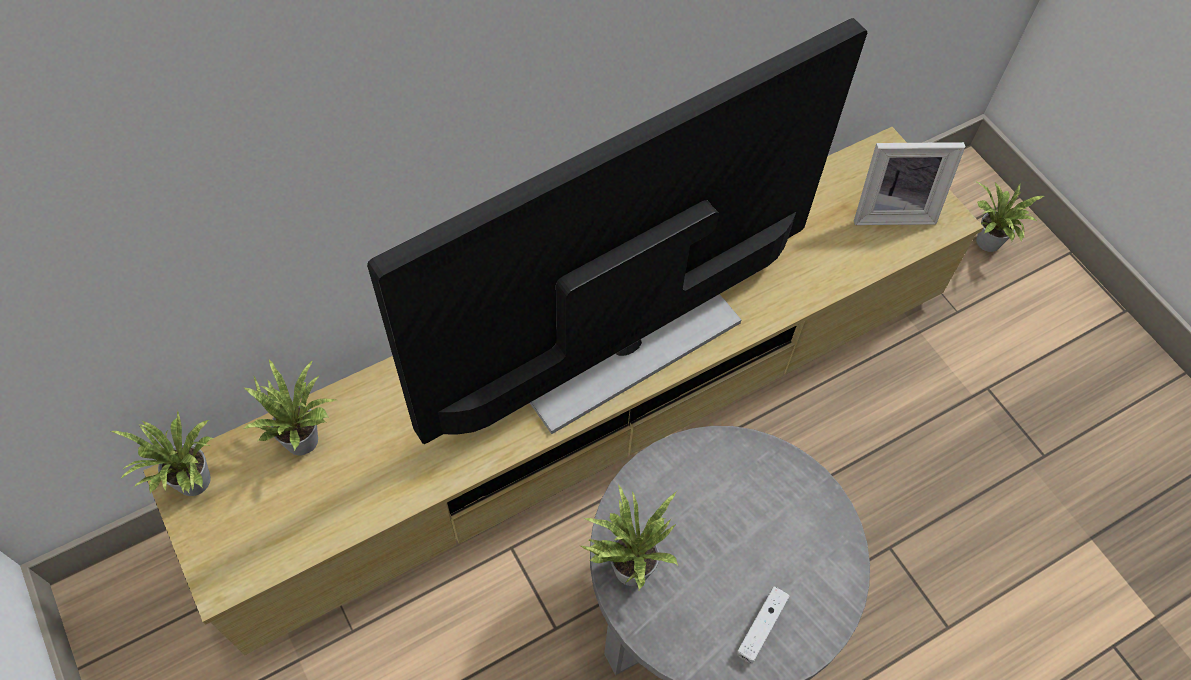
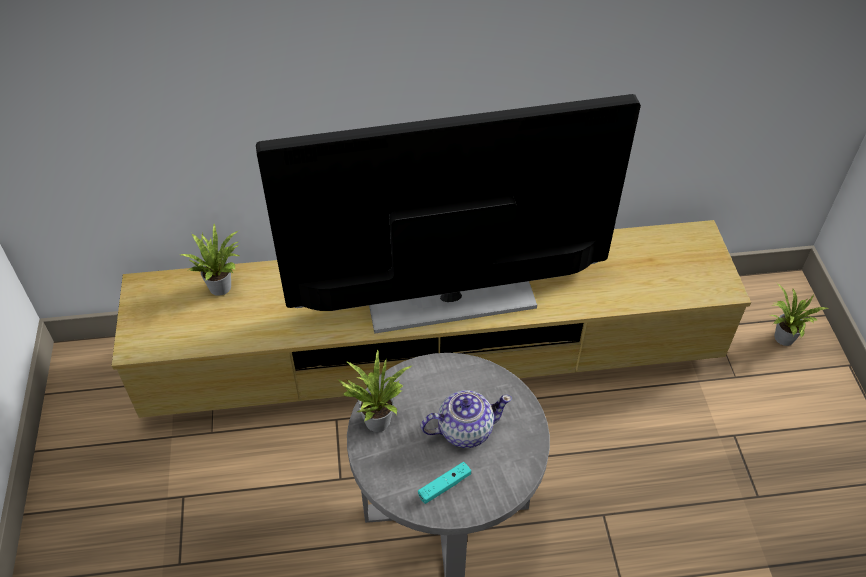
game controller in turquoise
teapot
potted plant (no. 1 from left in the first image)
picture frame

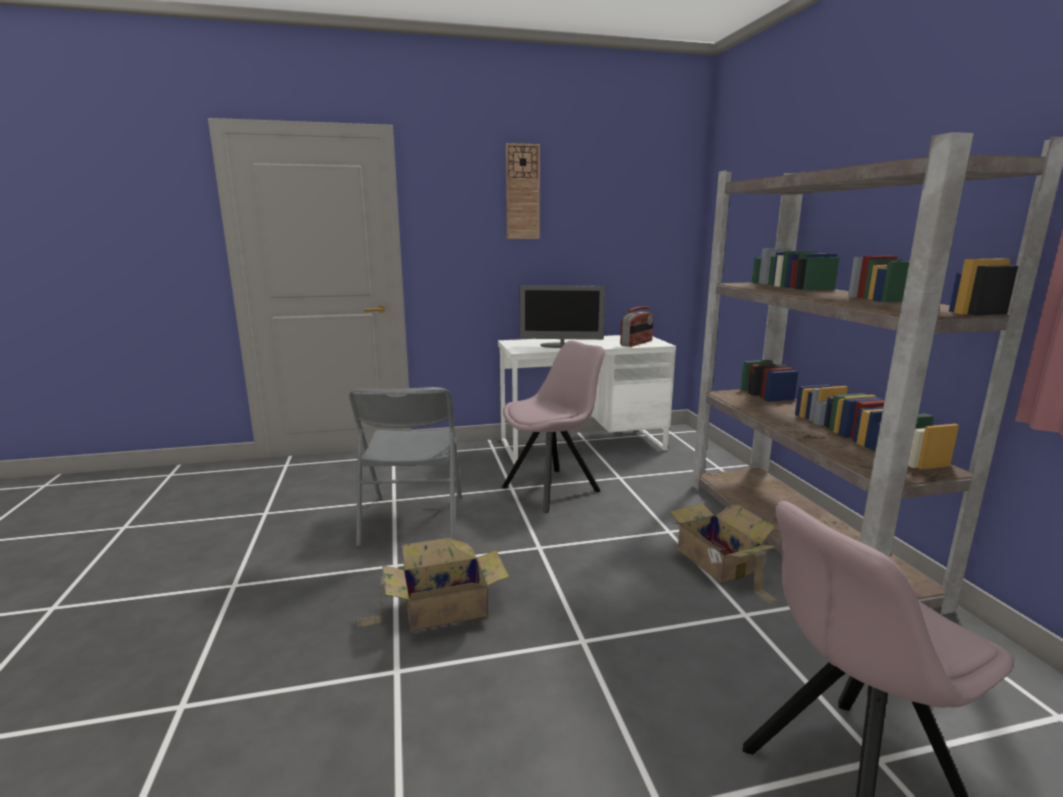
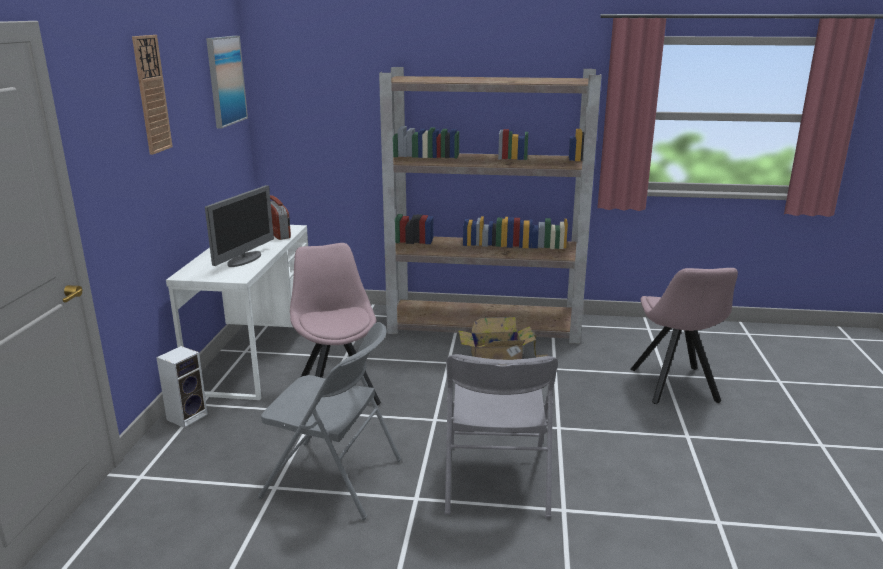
speaker
picture
chair in grey (no. 2 from left)

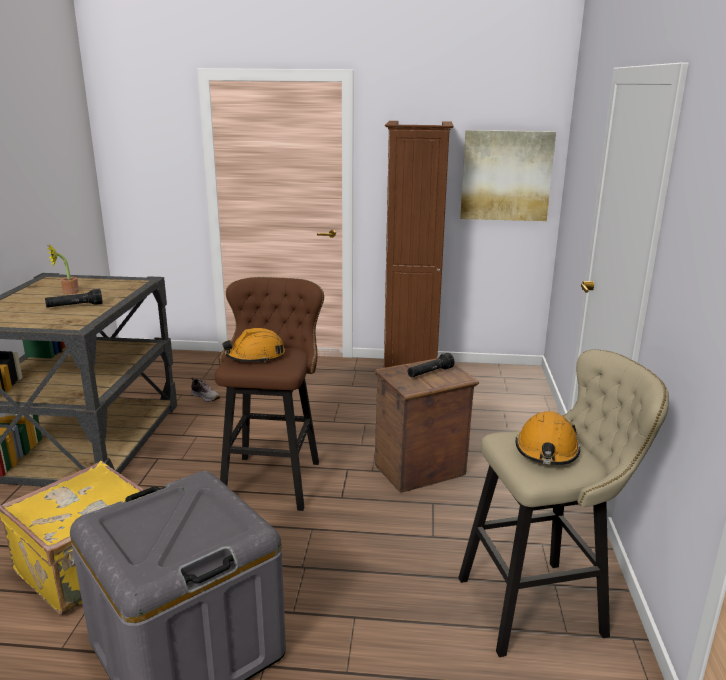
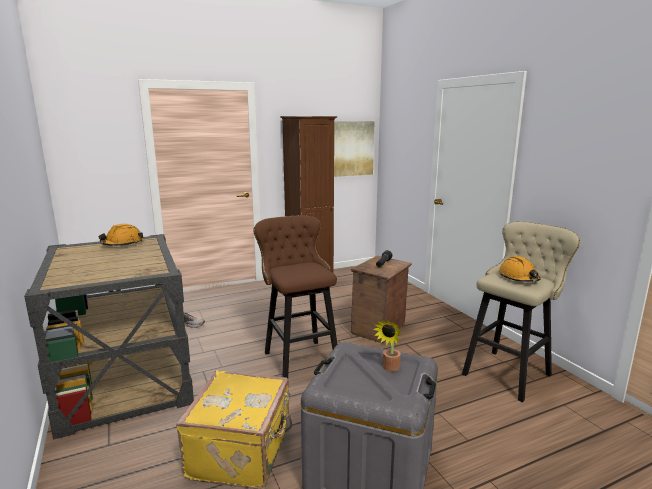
hard hat in orange (no. 1 from left)
potted plant
flashlight in black (no. 1 from left in the first image)

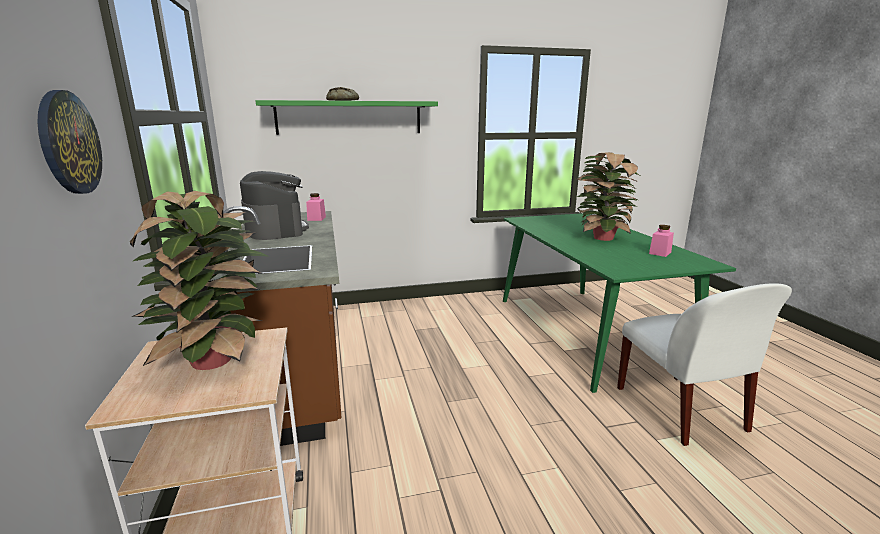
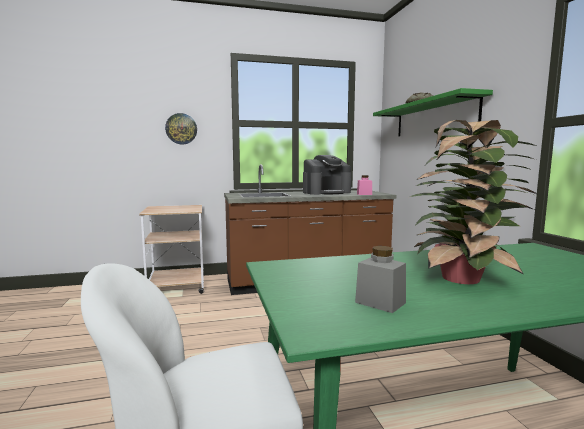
jar in grey
potted plant (no. 1 from left in the first image)

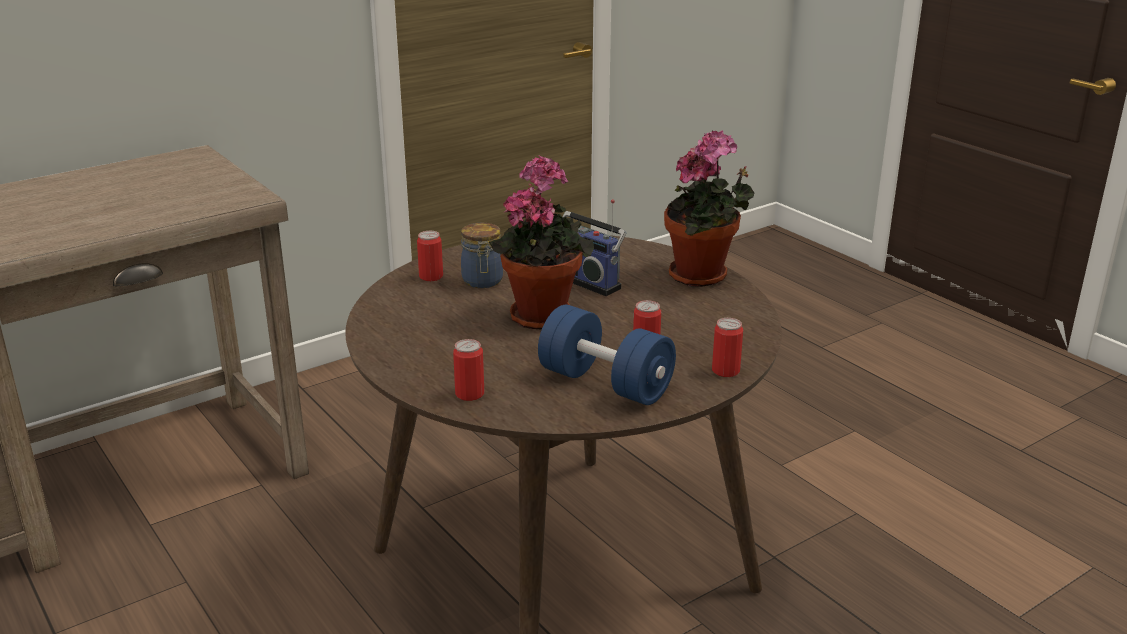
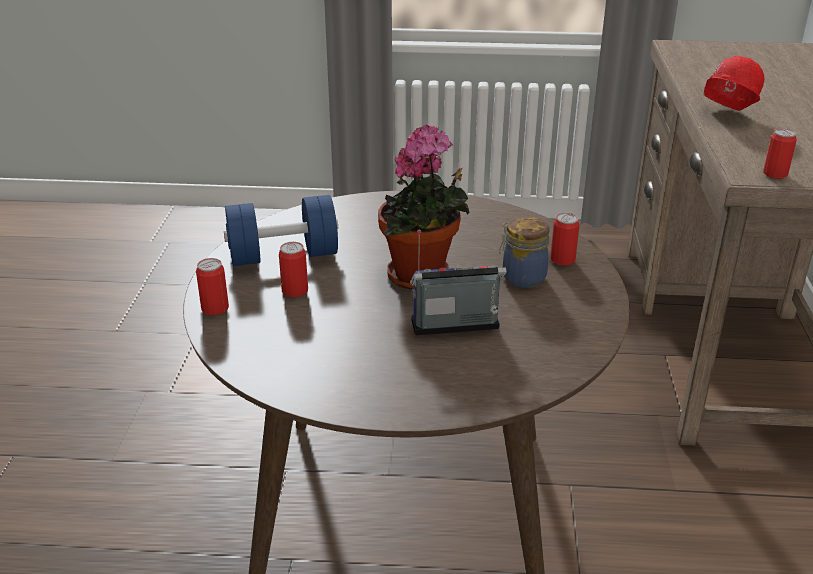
hard hat in red
can (no. 4 from left)
potted plant (no. 2 from left in the first image)

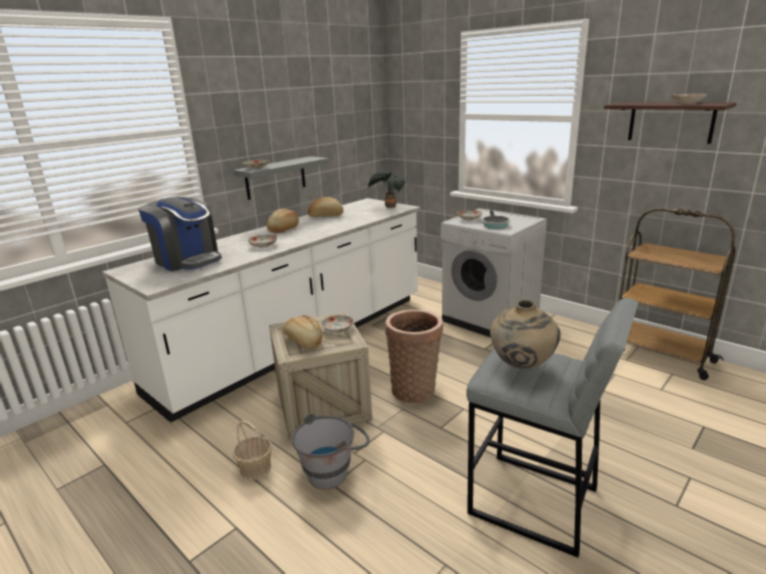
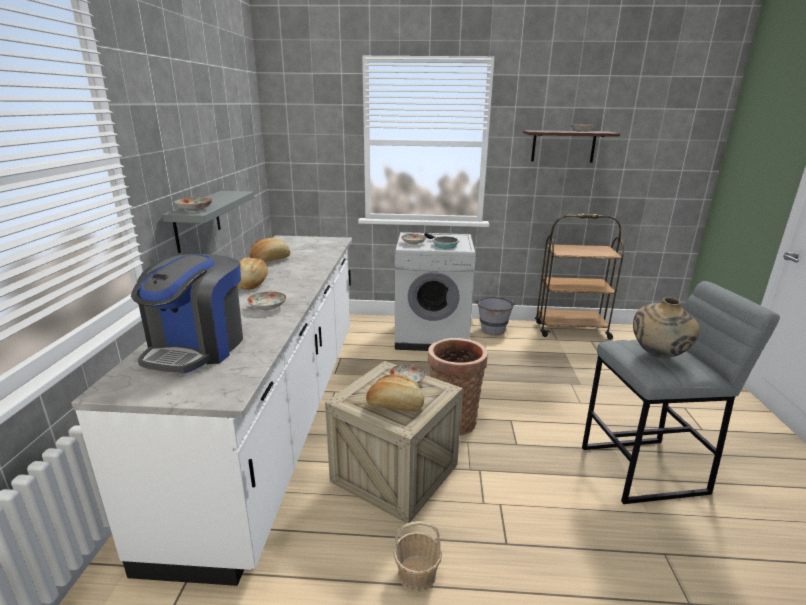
coffee machine
bucket in grey
potted plant

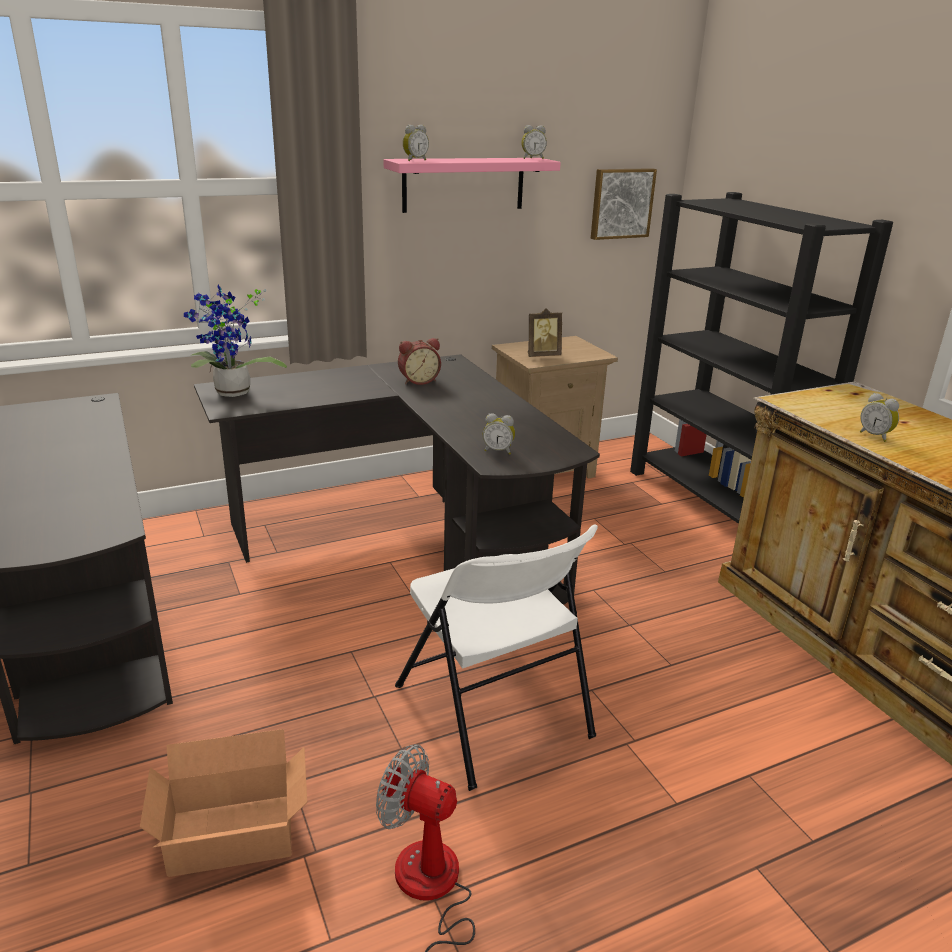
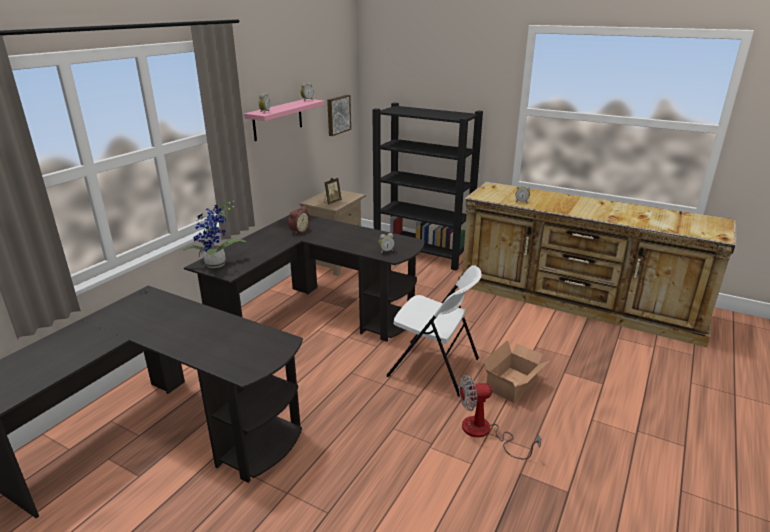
cardboard box

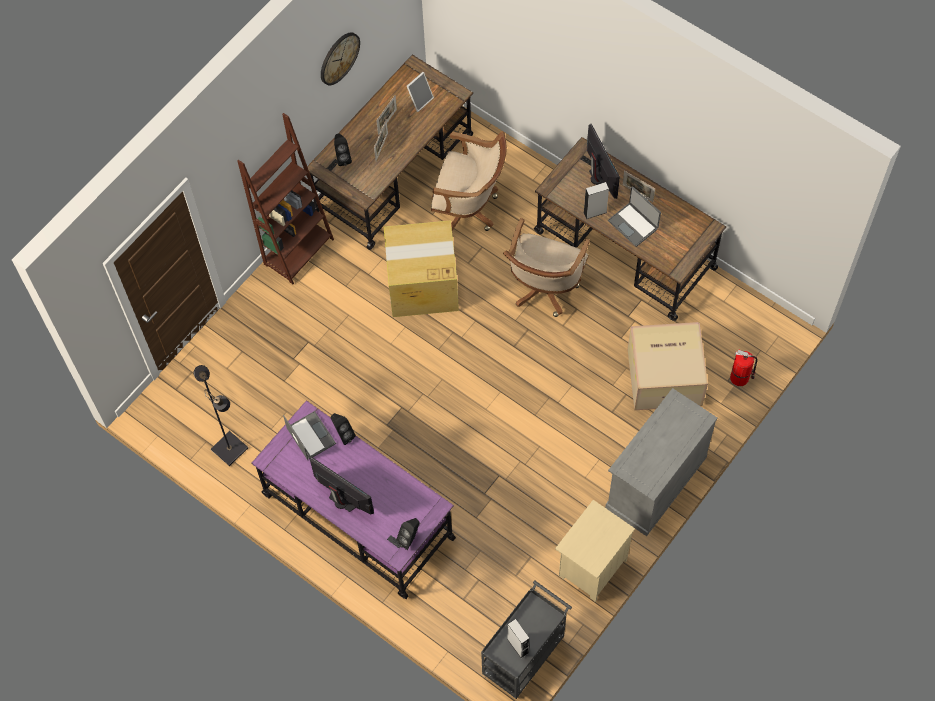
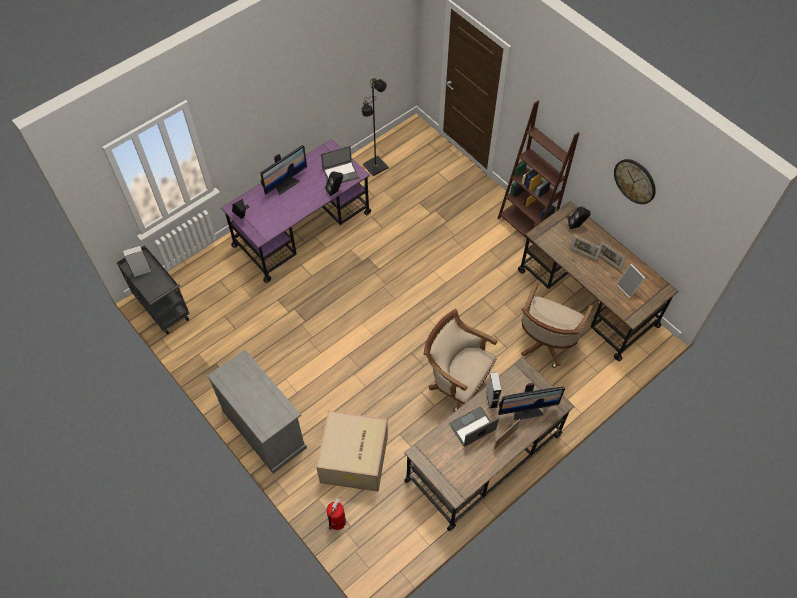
cardboard box (no. 1 from left in the first image)
nightstand in beige

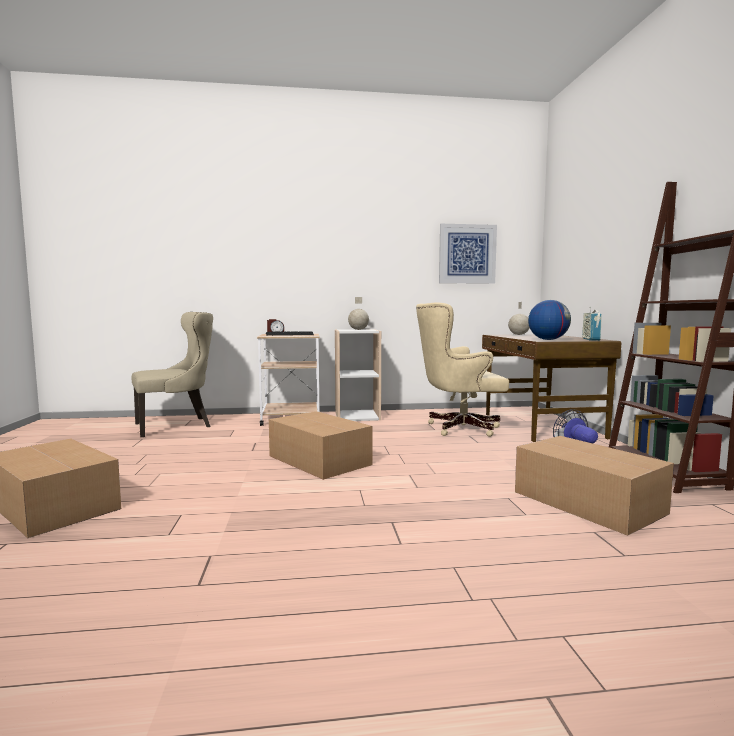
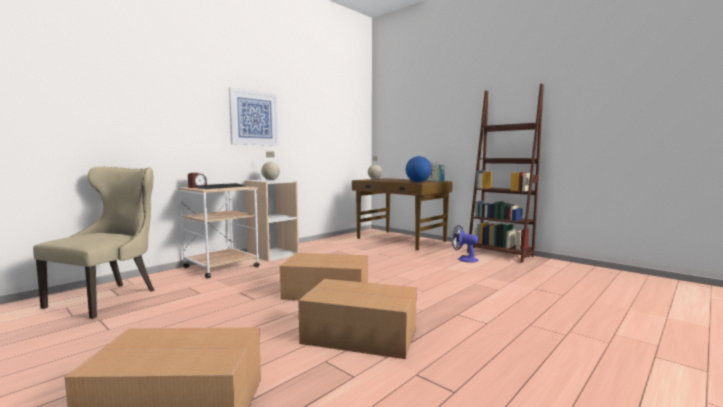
picture
cardboard box (no. 3 from left)
office chair in beige

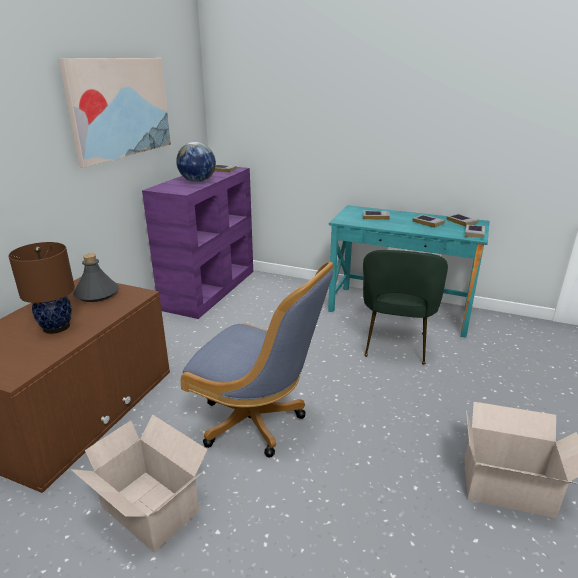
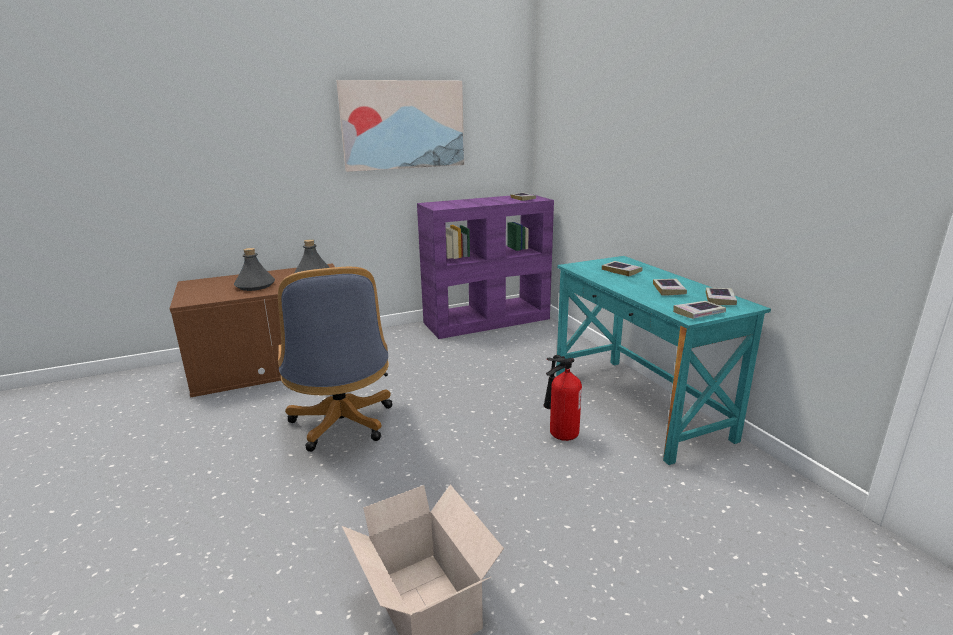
bottle in grey (no. 1 from left)
fire extinguisher
cardboard box (no. 1 from left in the first image)
globe

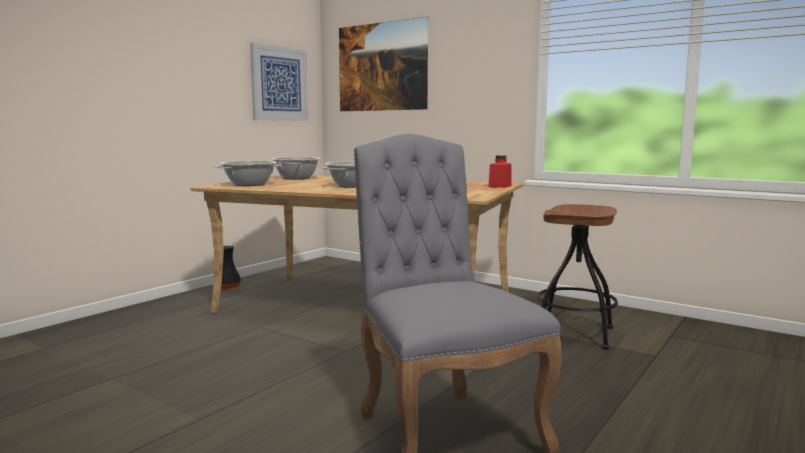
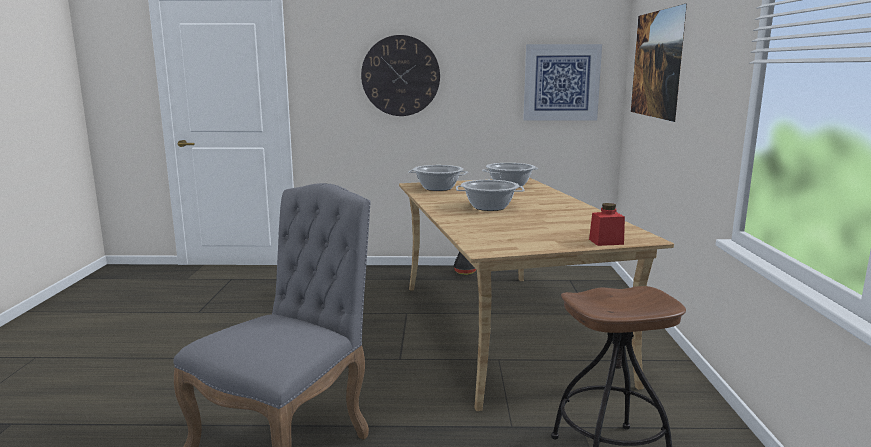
wall clock

